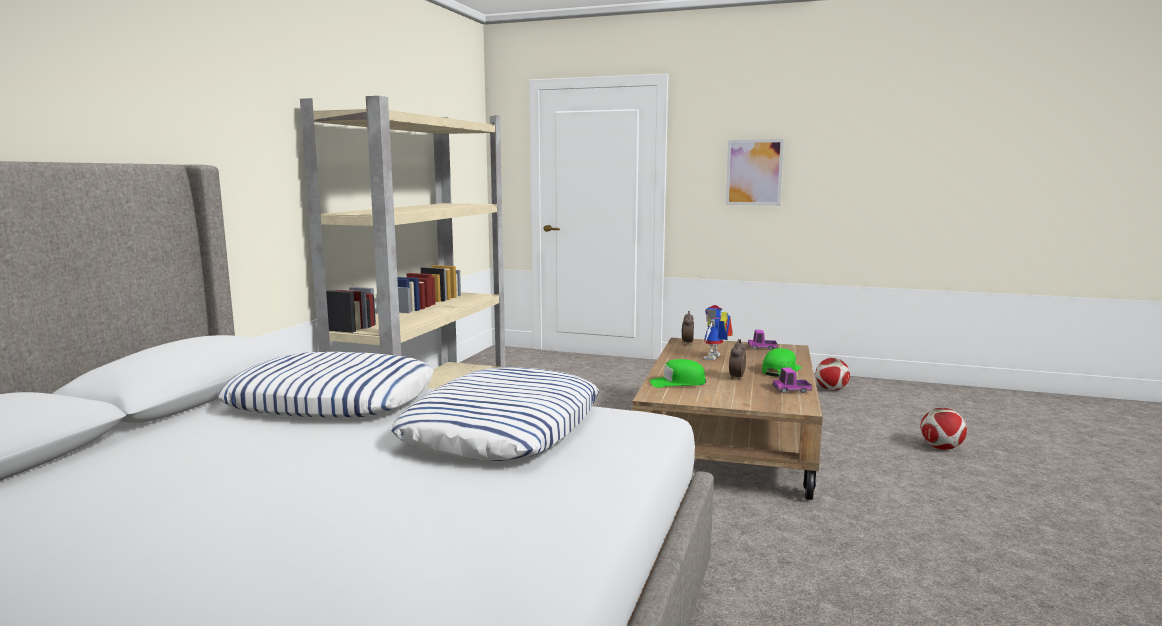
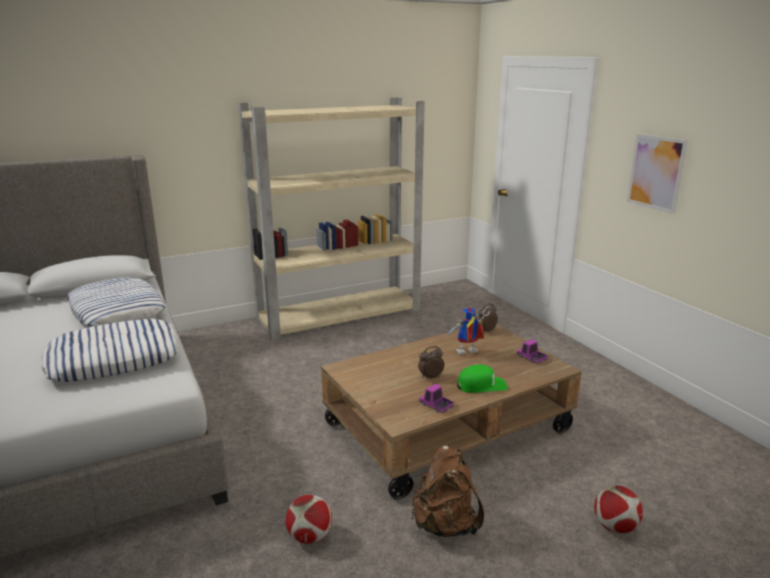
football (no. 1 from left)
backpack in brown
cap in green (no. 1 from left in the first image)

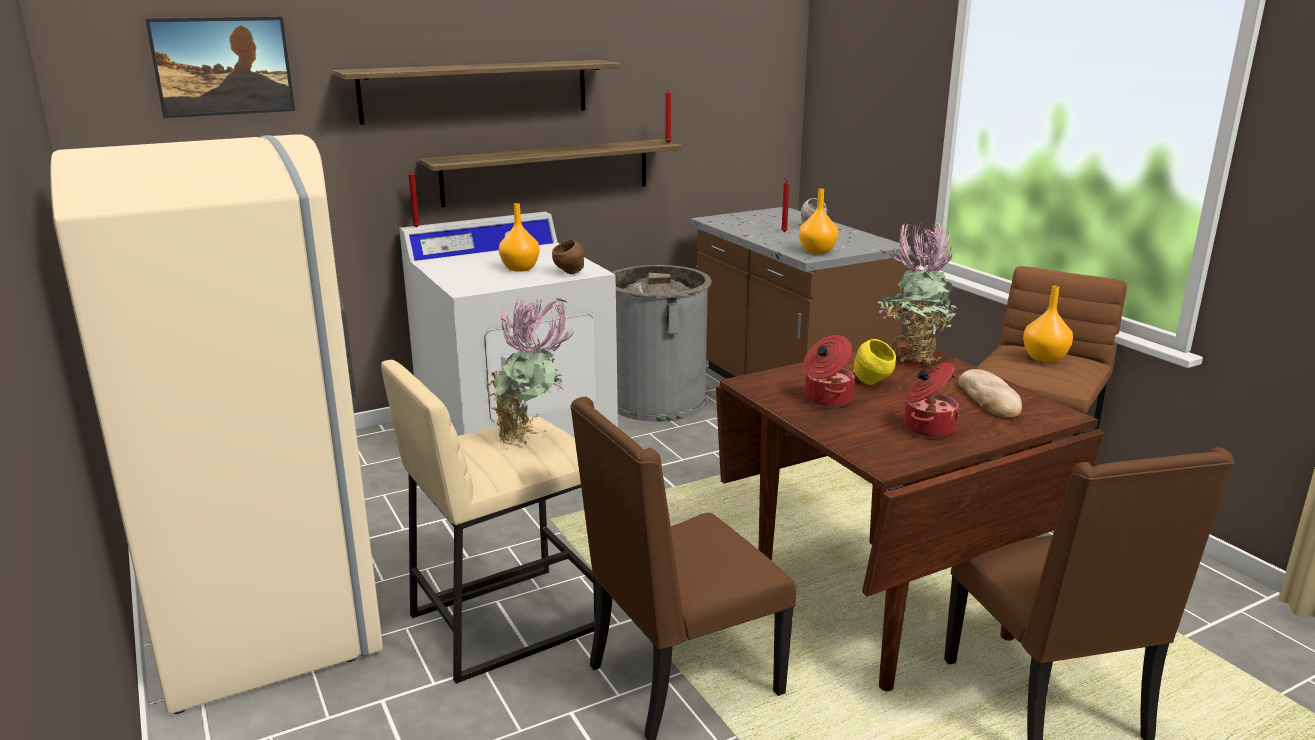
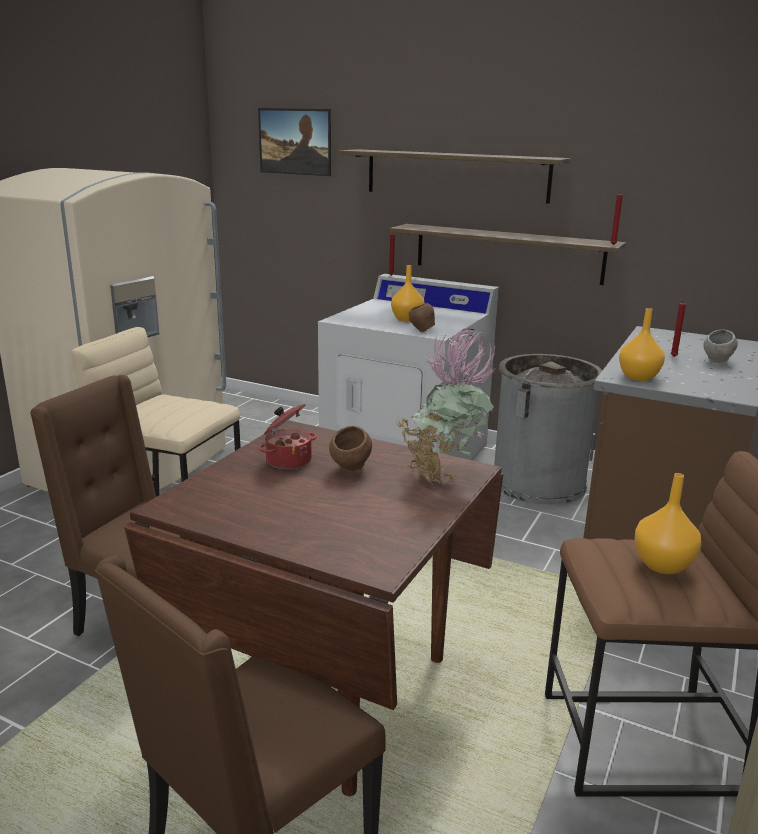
bowl in brown (no. 1 from left)
potted plant (no. 1 from left in the first image)
cooking pot (no. 2 from left in the first image)
bread

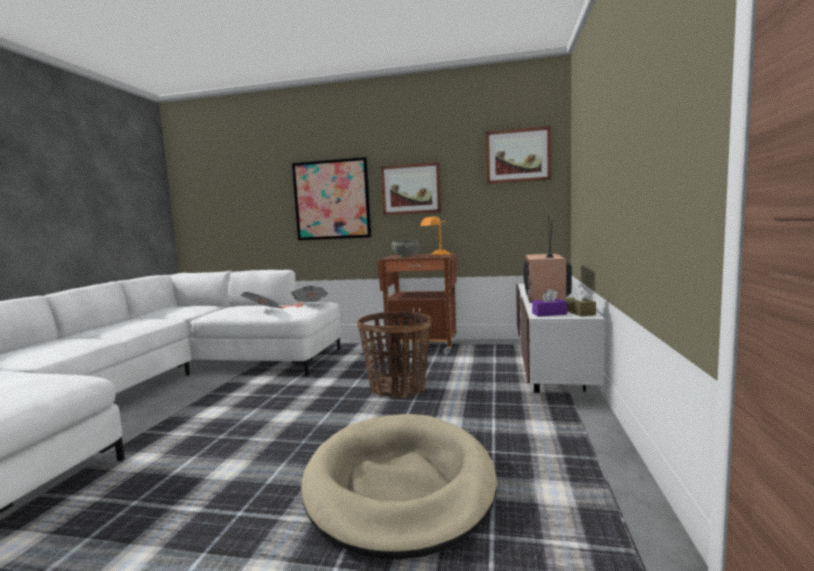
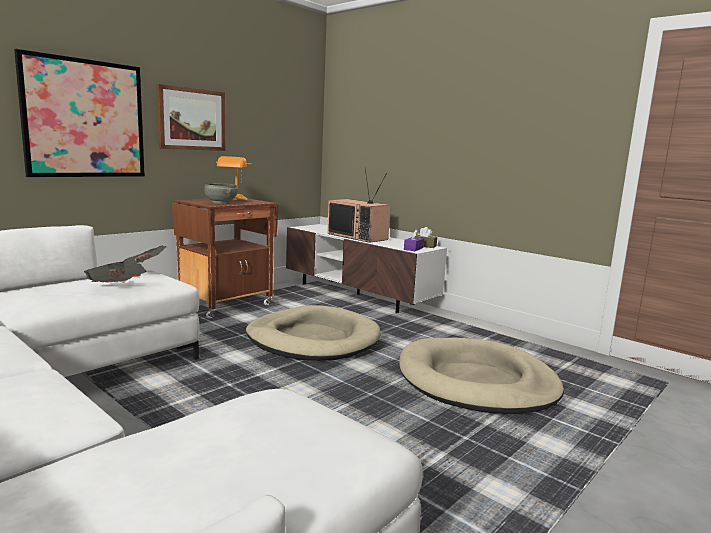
dog bed in beige (no. 1 from left)
picture (no. 3 from left in the first image)

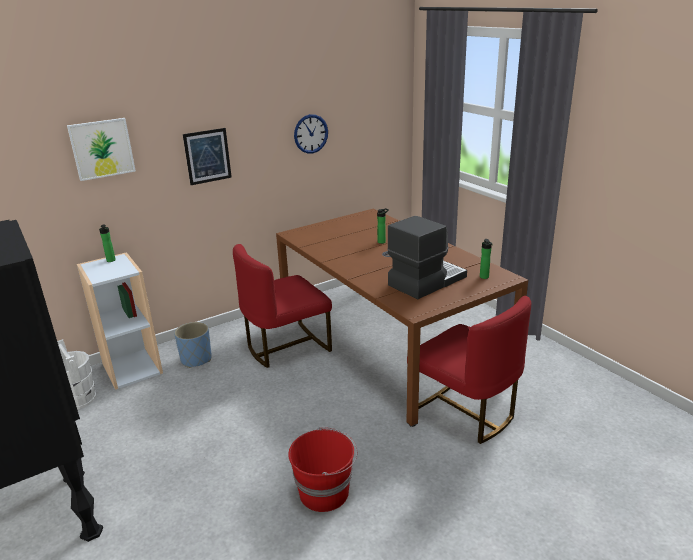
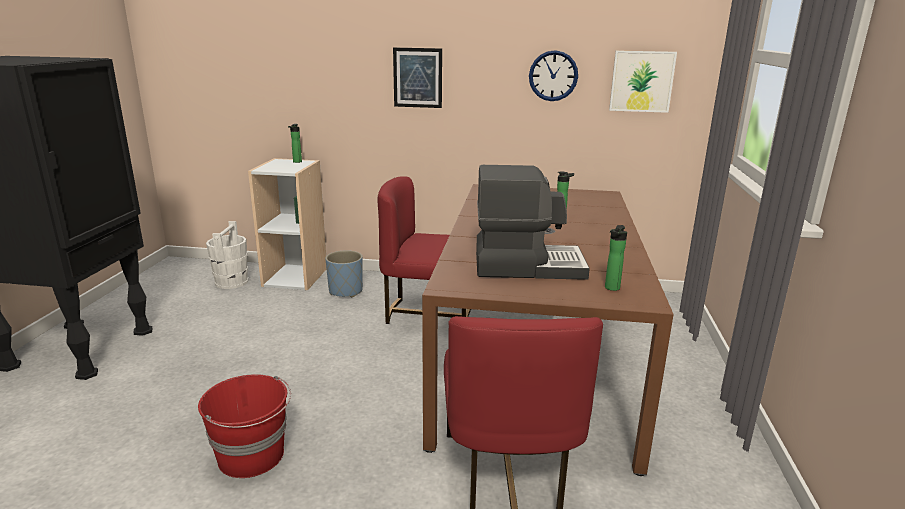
picture (no. 2 from left)

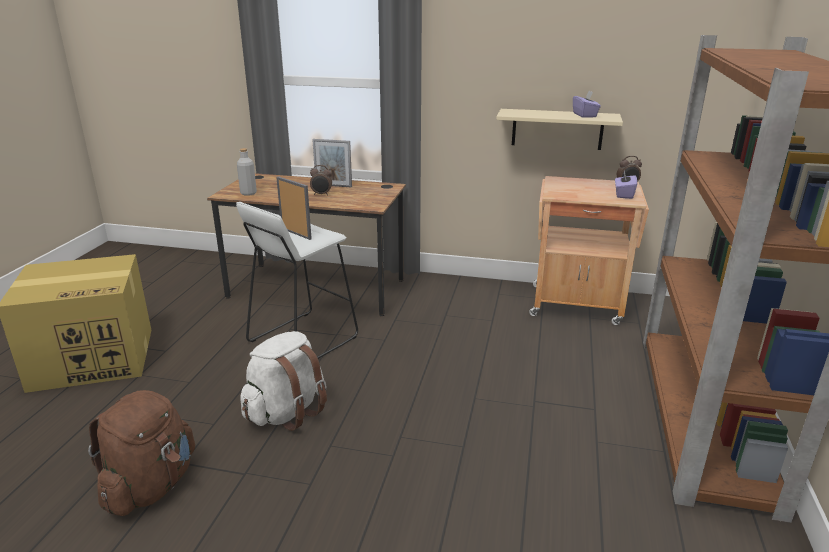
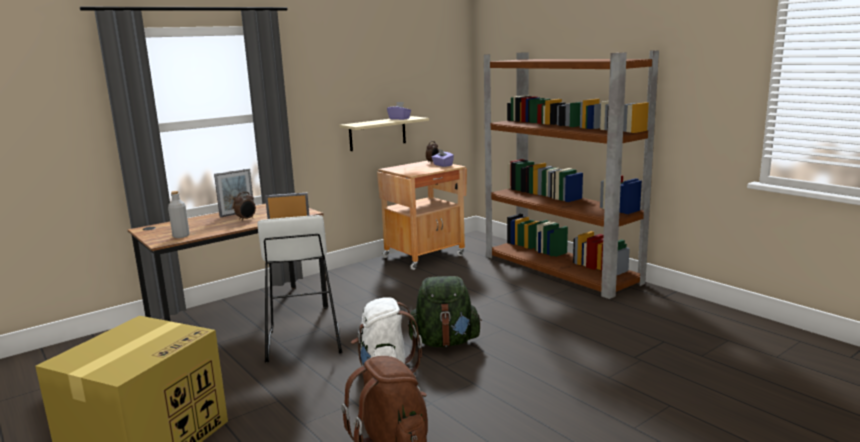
backpack in green

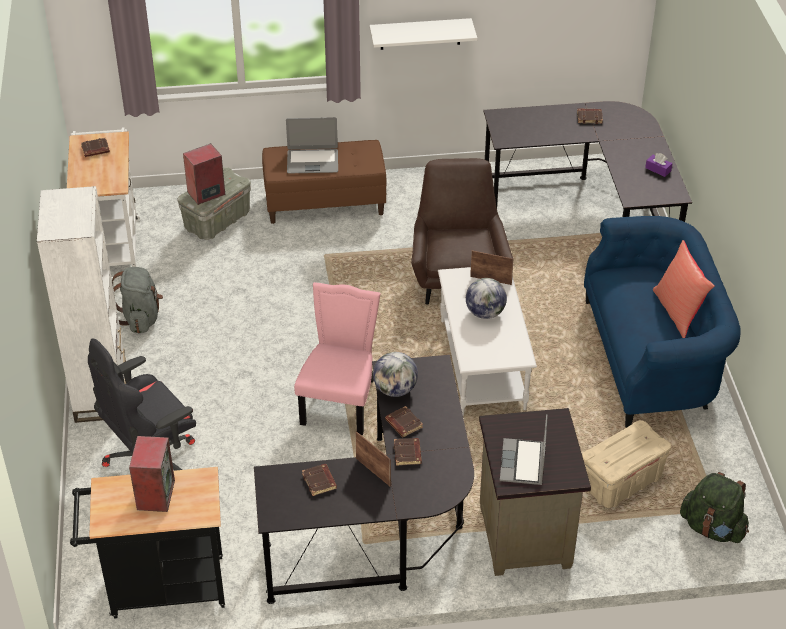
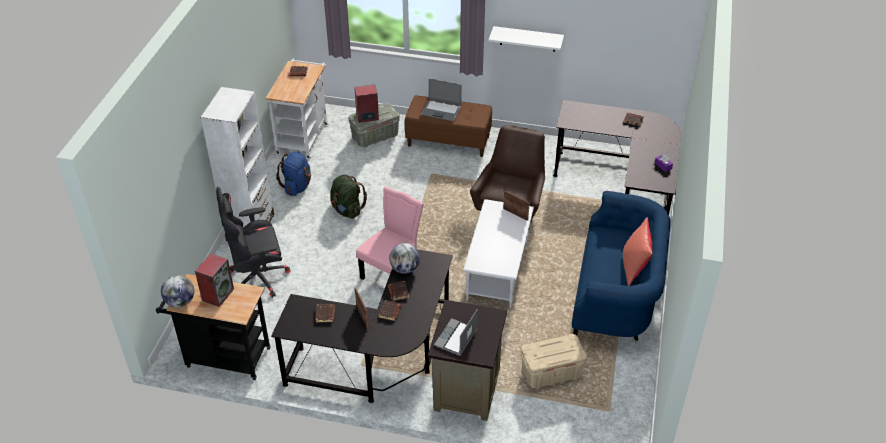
globe (no. 1 from left)
backpack in blue
backpack in green

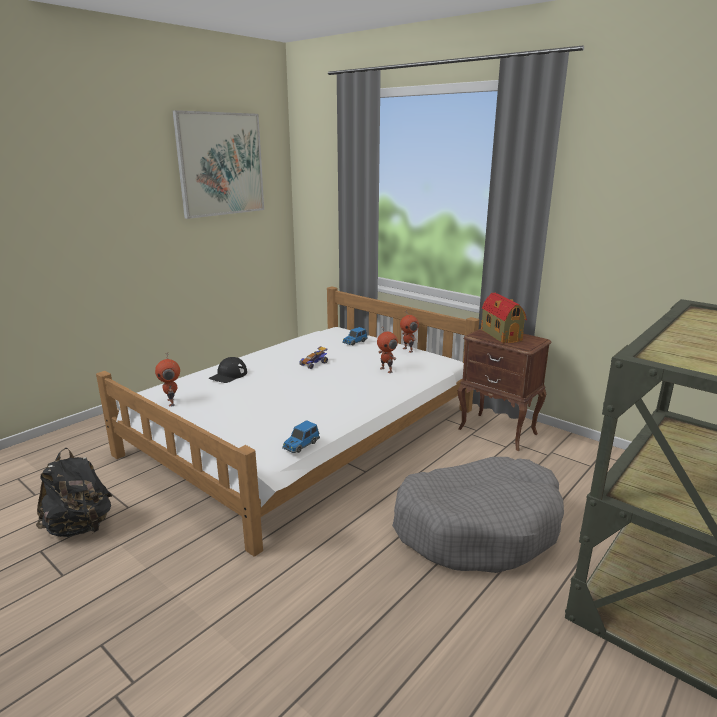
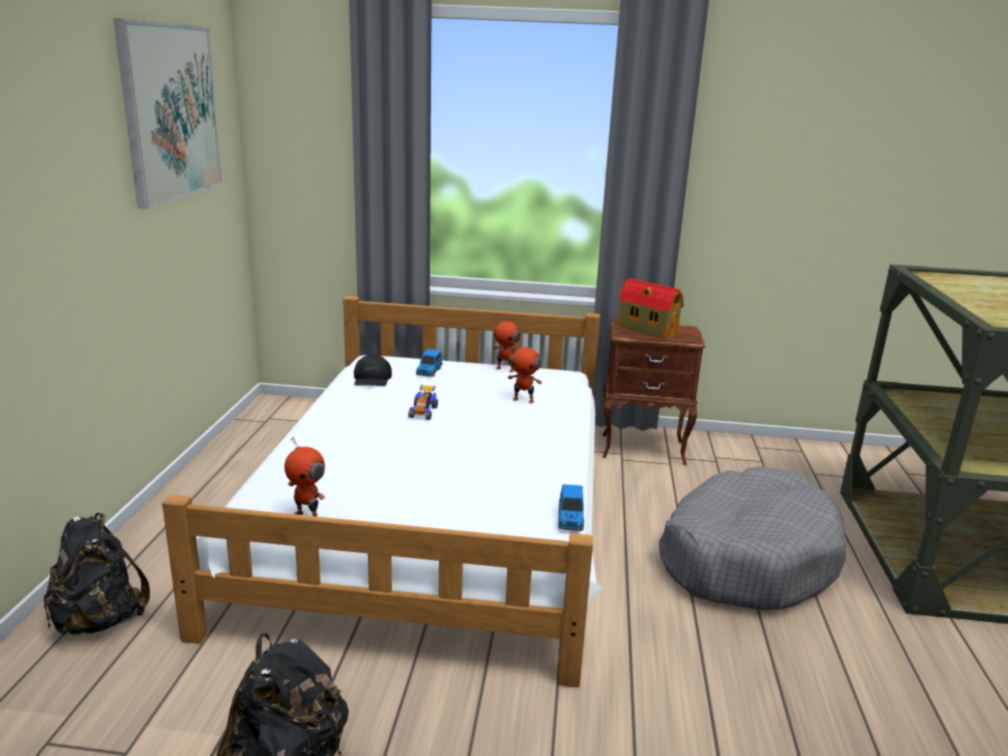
backpack in black (no. 1 from left)
cap in black

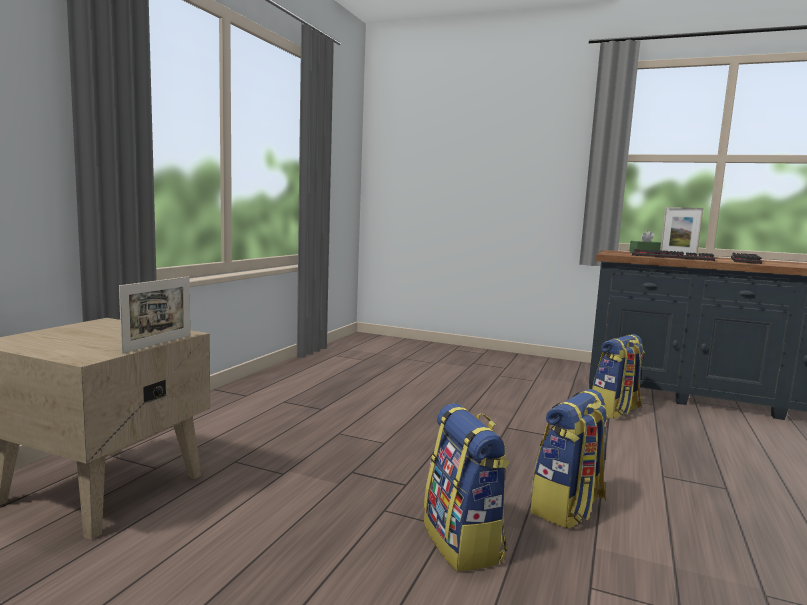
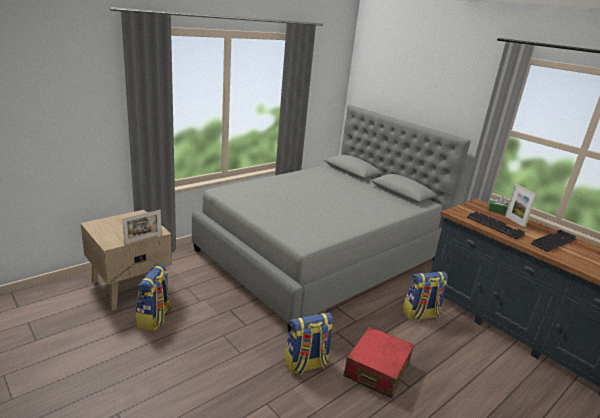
backpack (no. 1 from left)
bed in grey
suitcase in red

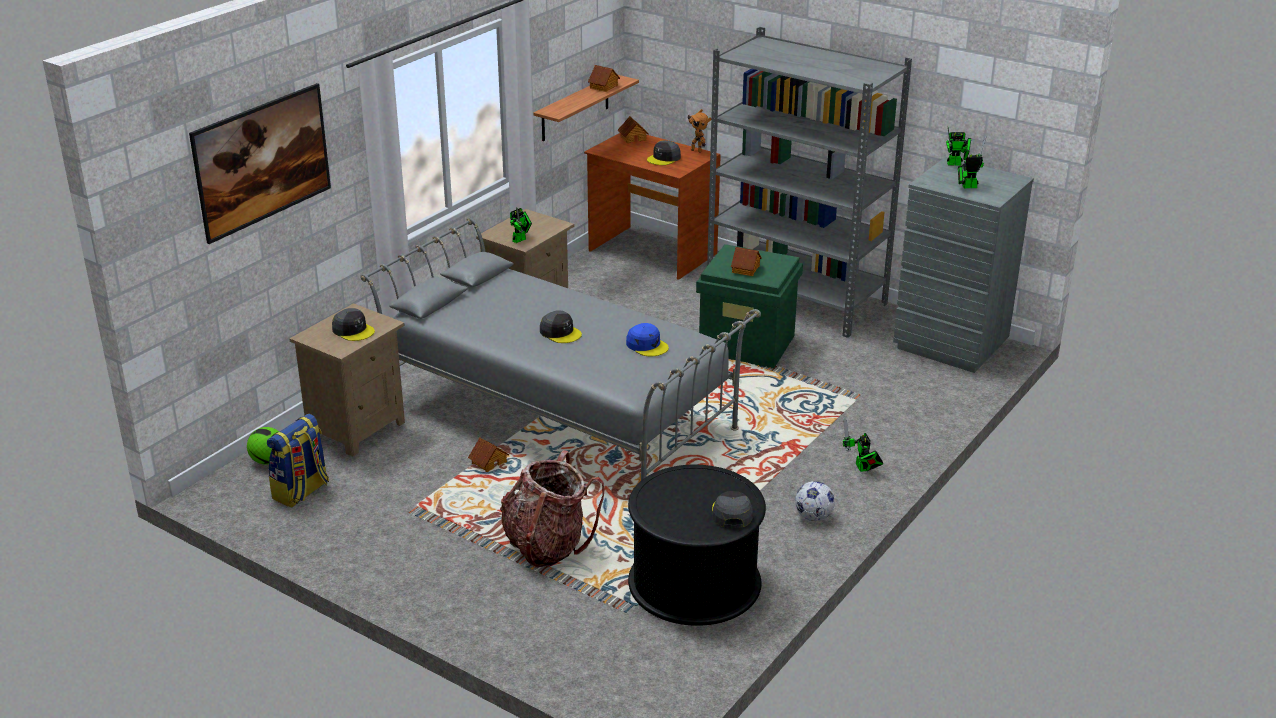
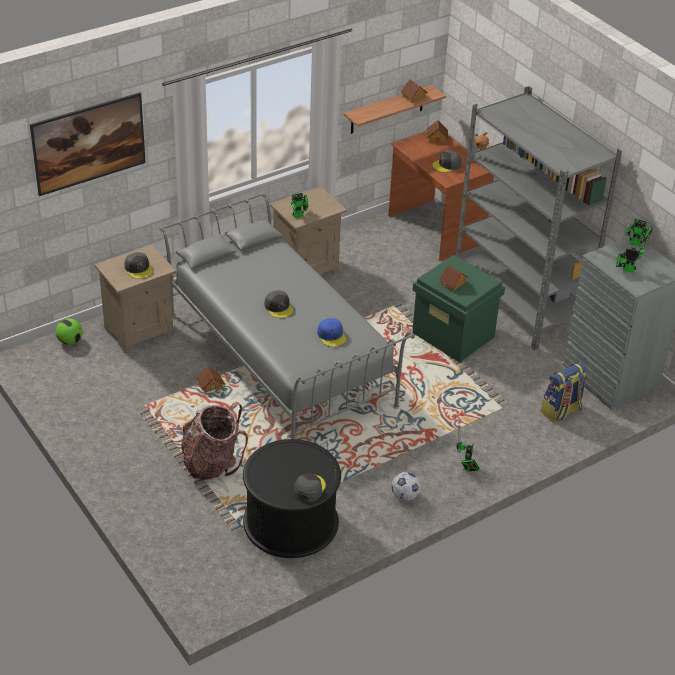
backpack (no. 2 from left)

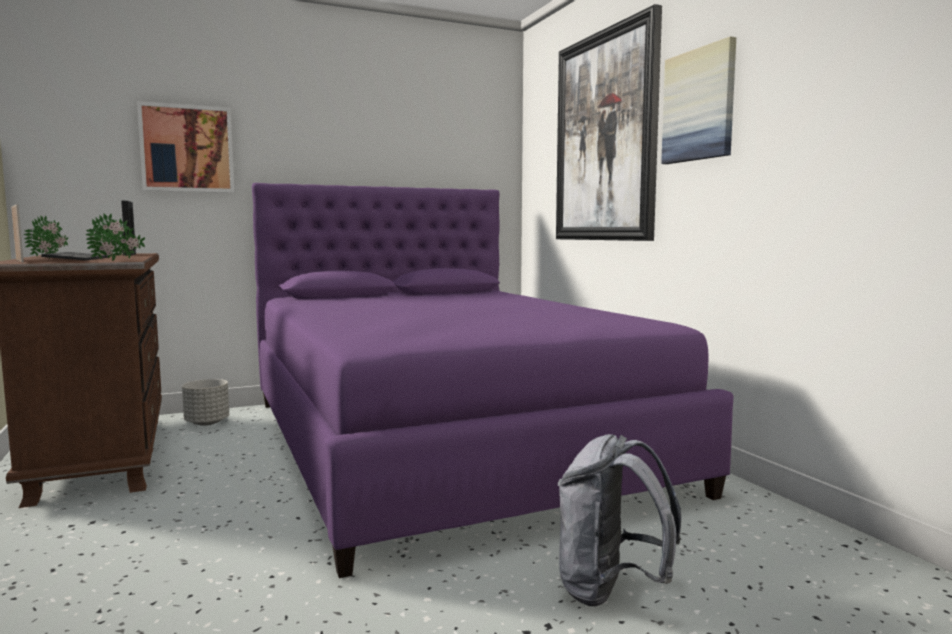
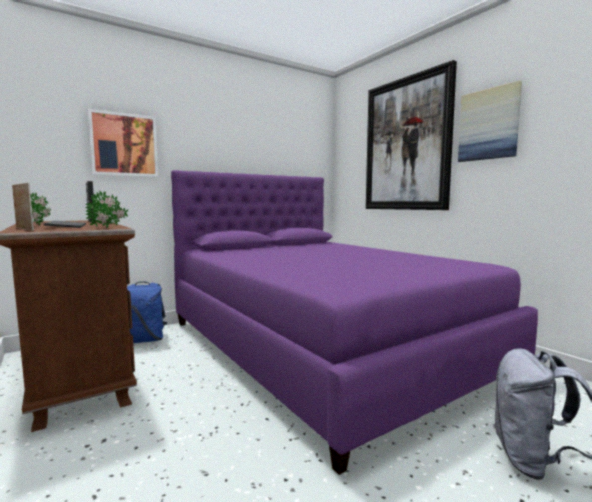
backpack in blue

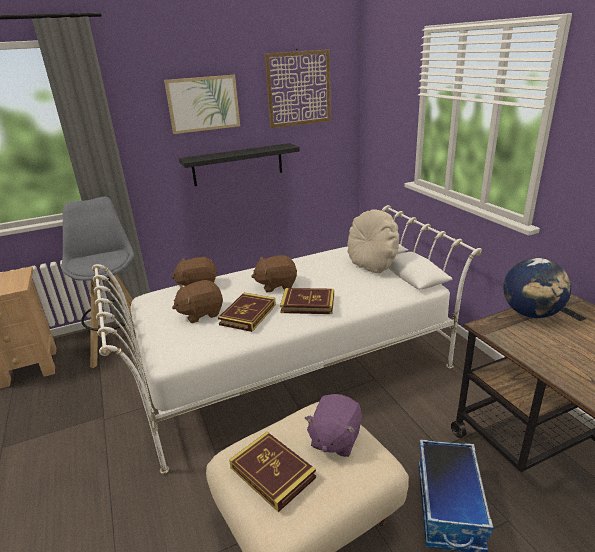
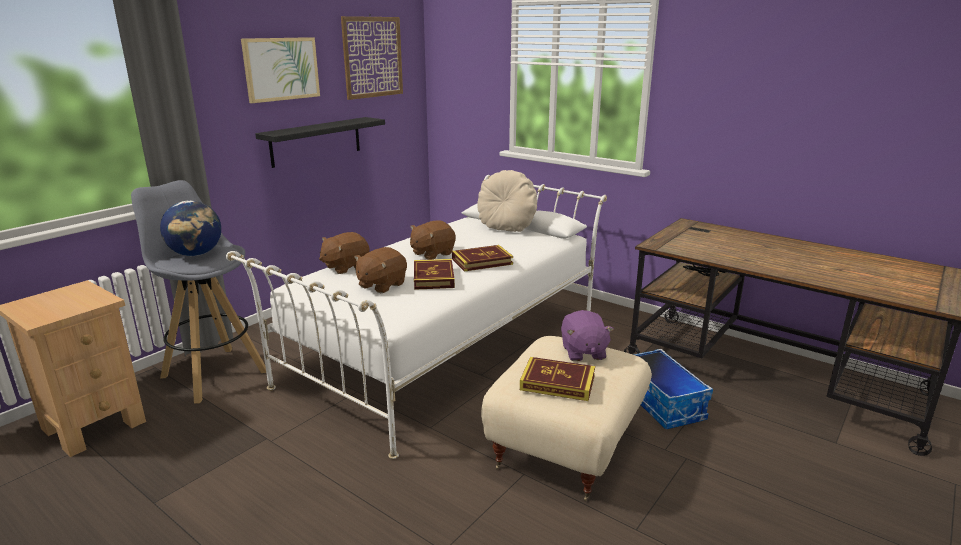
globe

